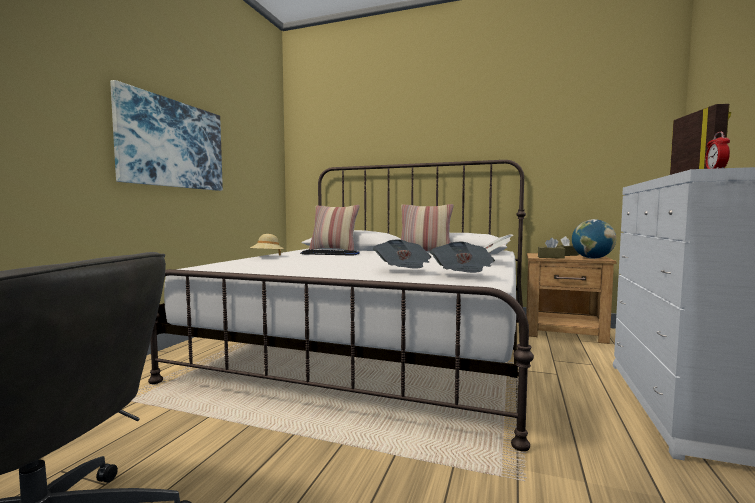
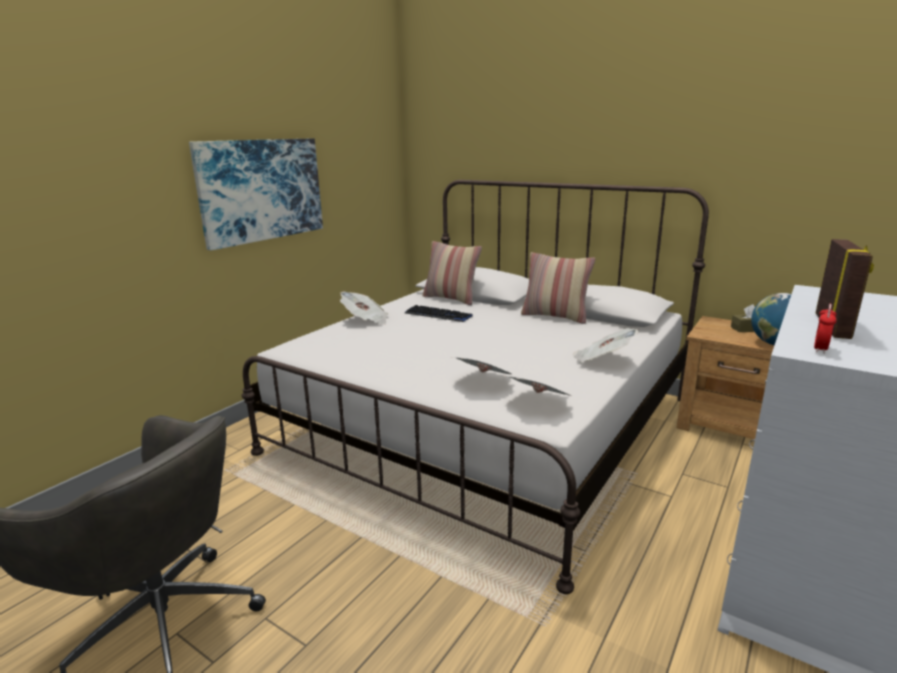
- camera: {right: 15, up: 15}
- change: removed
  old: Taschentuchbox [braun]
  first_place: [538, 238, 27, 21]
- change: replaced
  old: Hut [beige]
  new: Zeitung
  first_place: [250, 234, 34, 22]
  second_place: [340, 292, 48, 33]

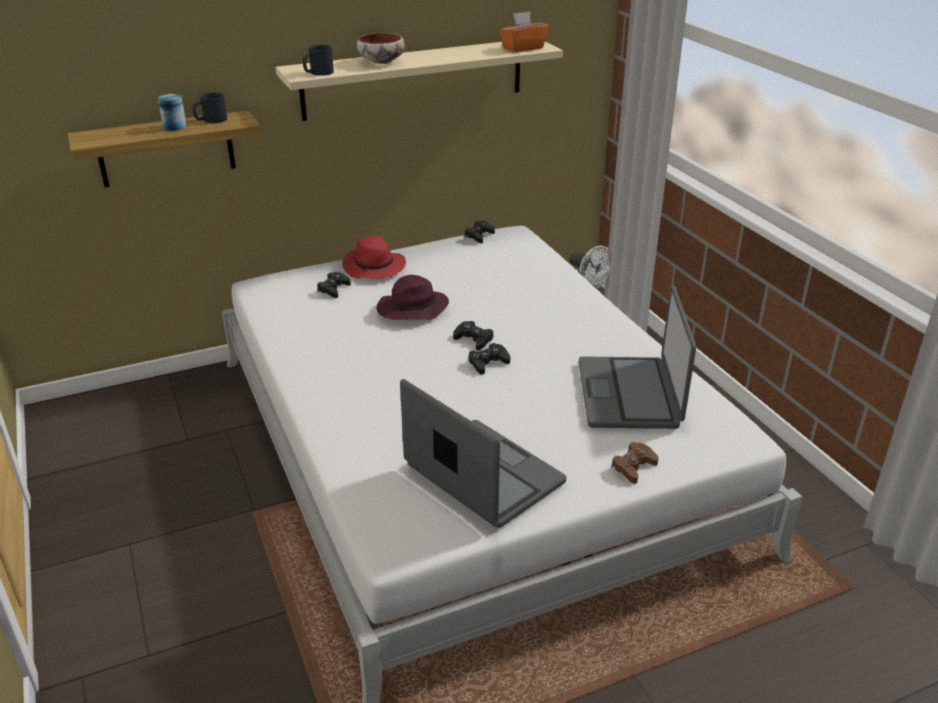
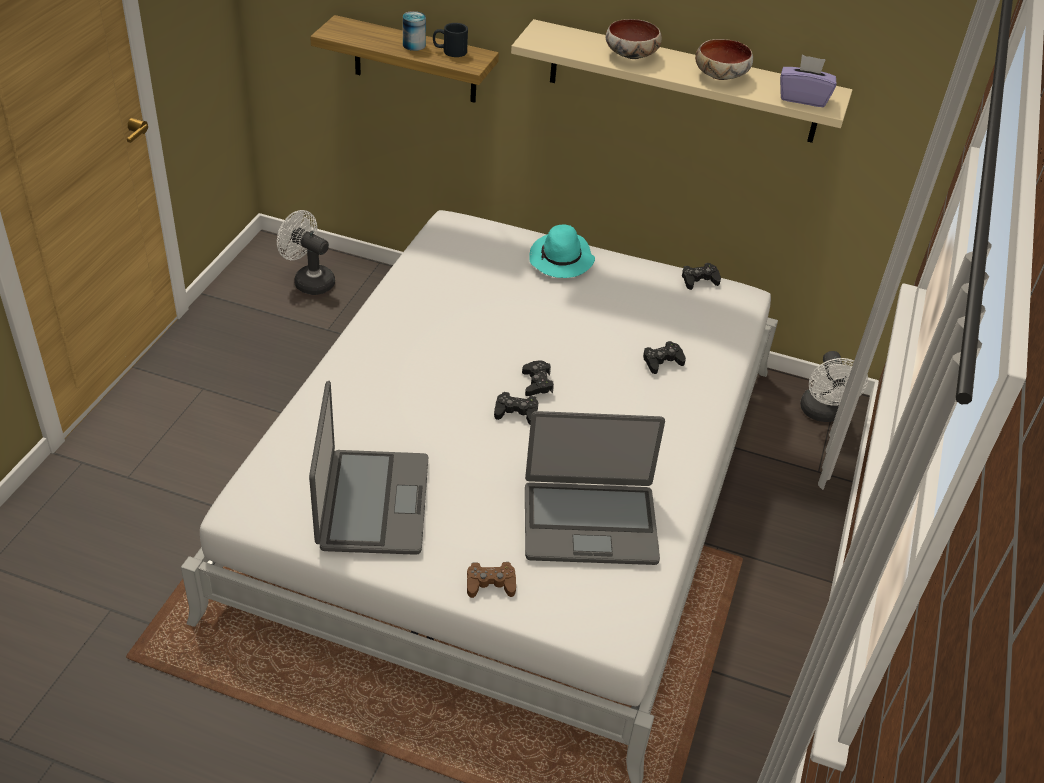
- camera: {right: 40, up: 10}
- change: removed
  old: Henkelbecher [schwarz]
  first_place: [303, 45, 31, 31]
- change: removed
  old: Hut [lila]
  first_place: [376, 275, 73, 45]
- change: added
  new: Ventilator [weiß]
  second_place: [277, 210, 58, 85]
- change: added
  new: Schüssel
  second_place: [695, 39, 58, 41]
- change: moved
  old: Gamepad [schwarz]
  first_place: [317, 272, 34, 26]
  second_place: [643, 341, 43, 33]
- change: recoloured
  old: Hut [rot]
  new: Hut [türkis]
  first_place: [342, 235, 64, 44]
  second_place: [529, 225, 66, 53]
- change: recoloured
  old: Taschentuchbox [orange]
  new: Taschentuchbox [lila]
  first_place: [499, 11, 50, 41]
  second_place: [780, 55, 57, 52]
- change: turned
  old: Laptop
  first_place: [579, 285, 117, 144]
  second_place: [525, 411, 140, 154]
  degrees: -135

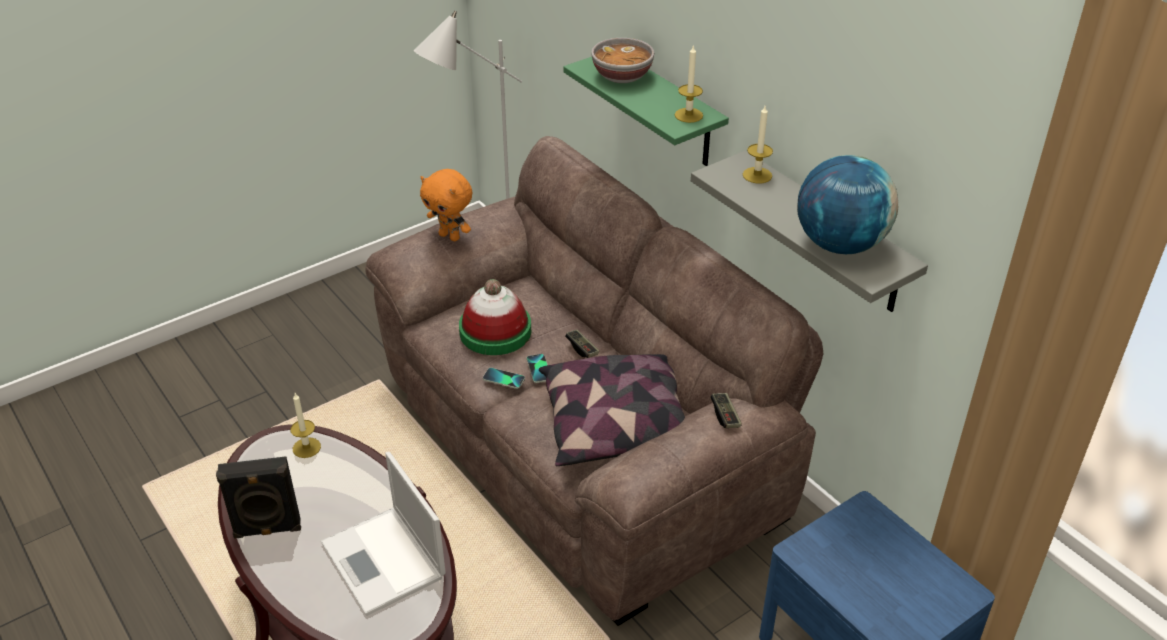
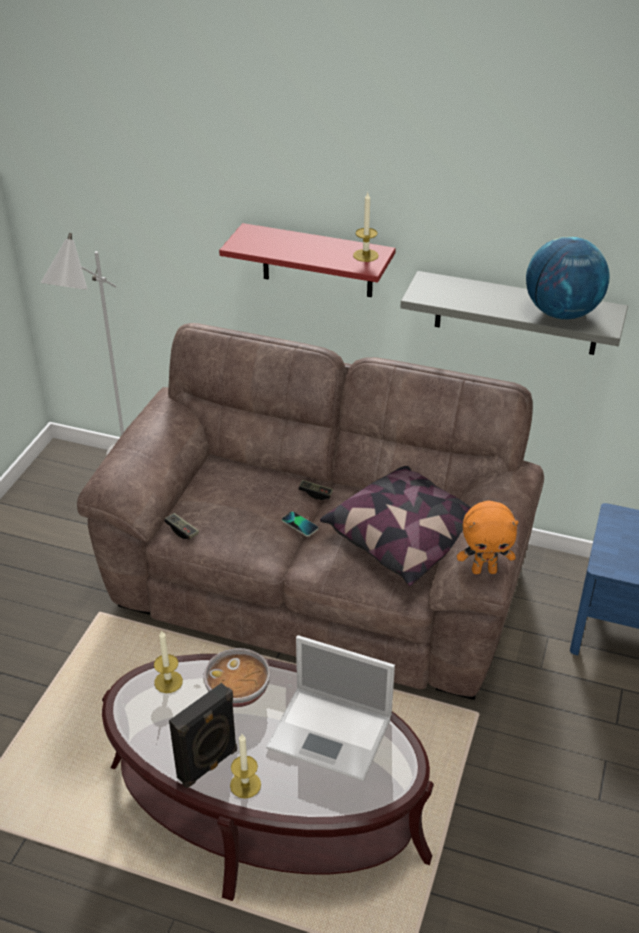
- camera: {right: -35, up: 0}
- change: removed
  old: Hut
  first_place: [459, 279, 72, 76]
- change: removed
  old: Handy
  first_place: [483, 368, 42, 21]
- change: moved
  old: Plüschtier [orange]
  first_place: [420, 169, 52, 72]
  second_place: [457, 501, 62, 73]
- change: moved
  old: Schüssel
  first_place: [591, 38, 63, 45]
  second_place: [204, 648, 66, 59]
- change: moved
  old: Gamepad
  first_place: [710, 393, 32, 35]
  second_place: [164, 513, 35, 26]
- change: moved
  old: Kerze
  first_place: [743, 106, 30, 77]
  second_place: [230, 734, 31, 65]
- change: recoloured
  old: Wandregal [grün]
  new: Wandregal [rot]
  first_place: [563, 57, 166, 109]
  second_place: [219, 223, 177, 74]

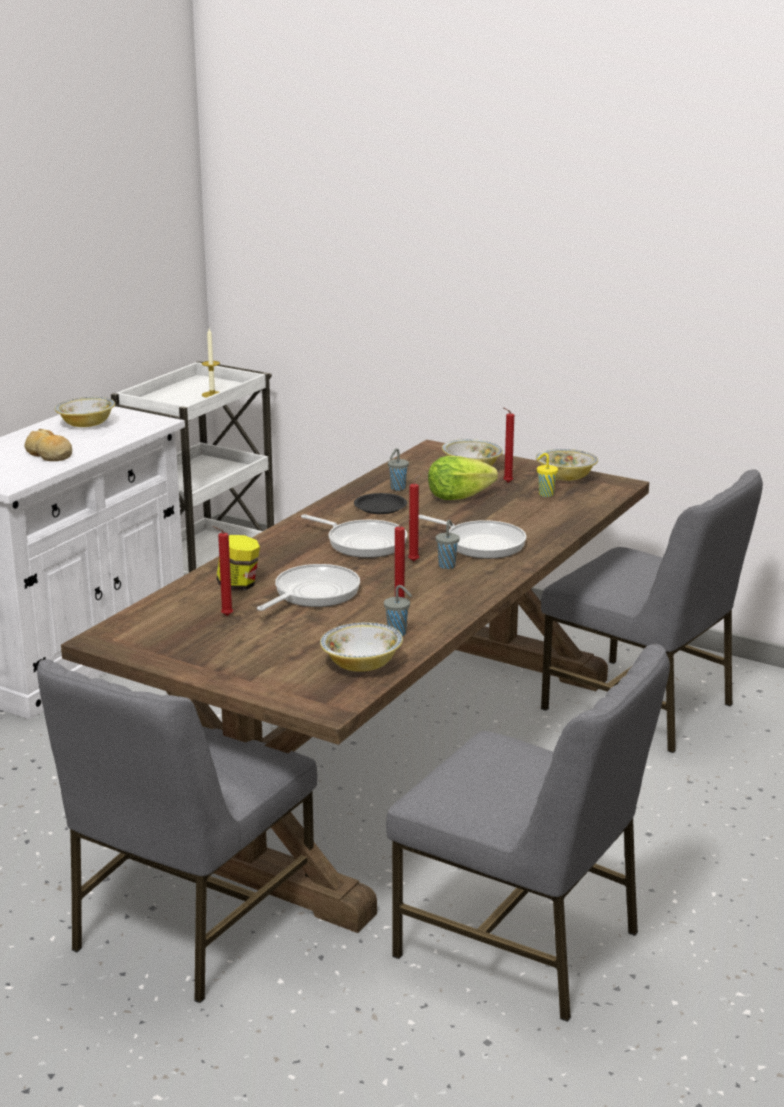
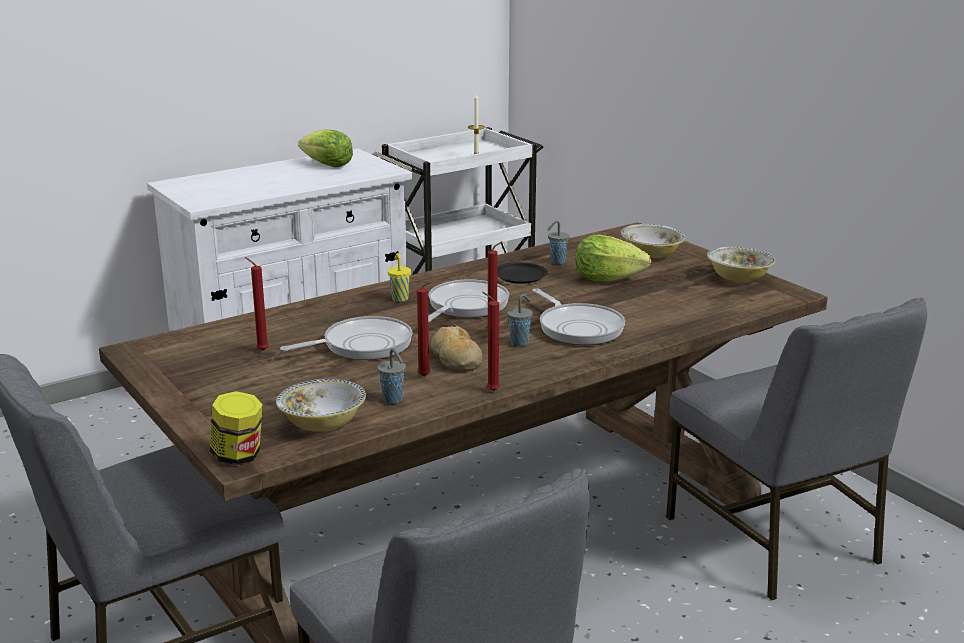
- camera: {right: 25, up: 0}
- change: moved
  old: Brot
  first_place: [25, 429, 47, 32]
  second_place: [431, 324, 51, 48]
- change: moved
  old: Vorratsglas
  first_place: [216, 535, 44, 55]
  second_place: [210, 391, 53, 74]
- change: moved
  old: Kerze [rot]
  first_place: [503, 407, 11, 76]
  second_place: [482, 292, 18, 99]
- change: moved
  old: Tasse [gelb]
  first_place: [537, 453, 21, 44]
  second_place: [388, 253, 23, 49]
- change: replaced
  old: Schüssel
  new: Salatkopf
  first_place: [55, 397, 60, 30]
  second_place: [298, 129, 55, 38]
- change: turned
  old: Pfanne
  first_place: [301, 514, 106, 44]
  second_place: [428, 279, 81, 43]
  degrees: -120

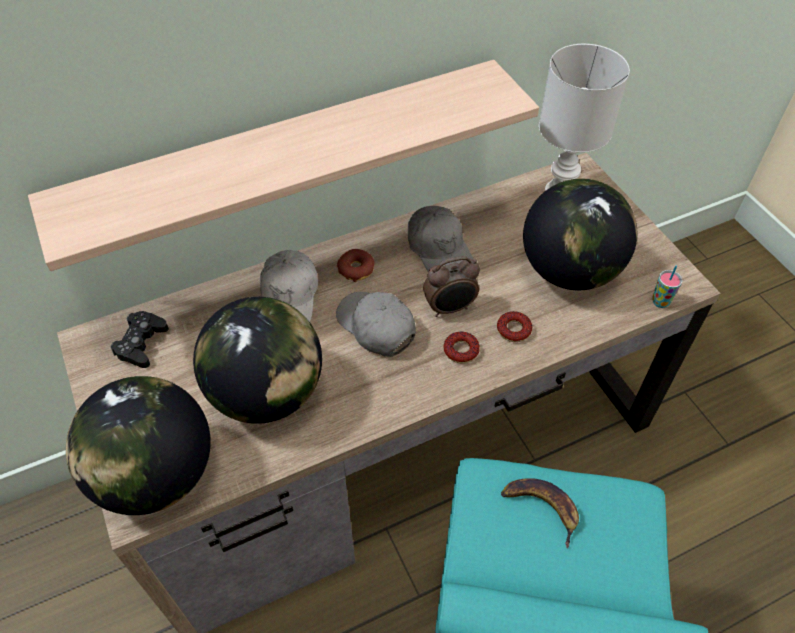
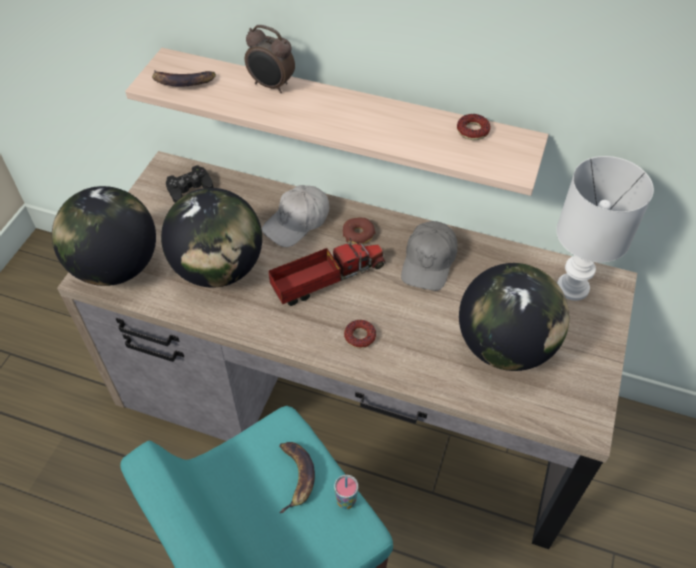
- camera: {right: 45, up: 0}
- change: added
  new: Banane
  second_place: [152, 70, 64, 17]
- change: moved
  old: Wecker
  first_place: [423, 256, 57, 61]
  second_place: [245, 25, 50, 68]
- change: moved
  old: Donut
  first_place: [497, 311, 35, 31]
  second_place: [457, 114, 34, 26]
- change: moved
  old: Tasse
  first_place: [652, 266, 30, 42]
  second_place: [334, 475, 24, 34]
- change: replaced
  old: Kappe [grau]
  new: Spielzeuglaster
  first_place: [336, 292, 80, 65]
  second_place: [268, 238, 117, 68]

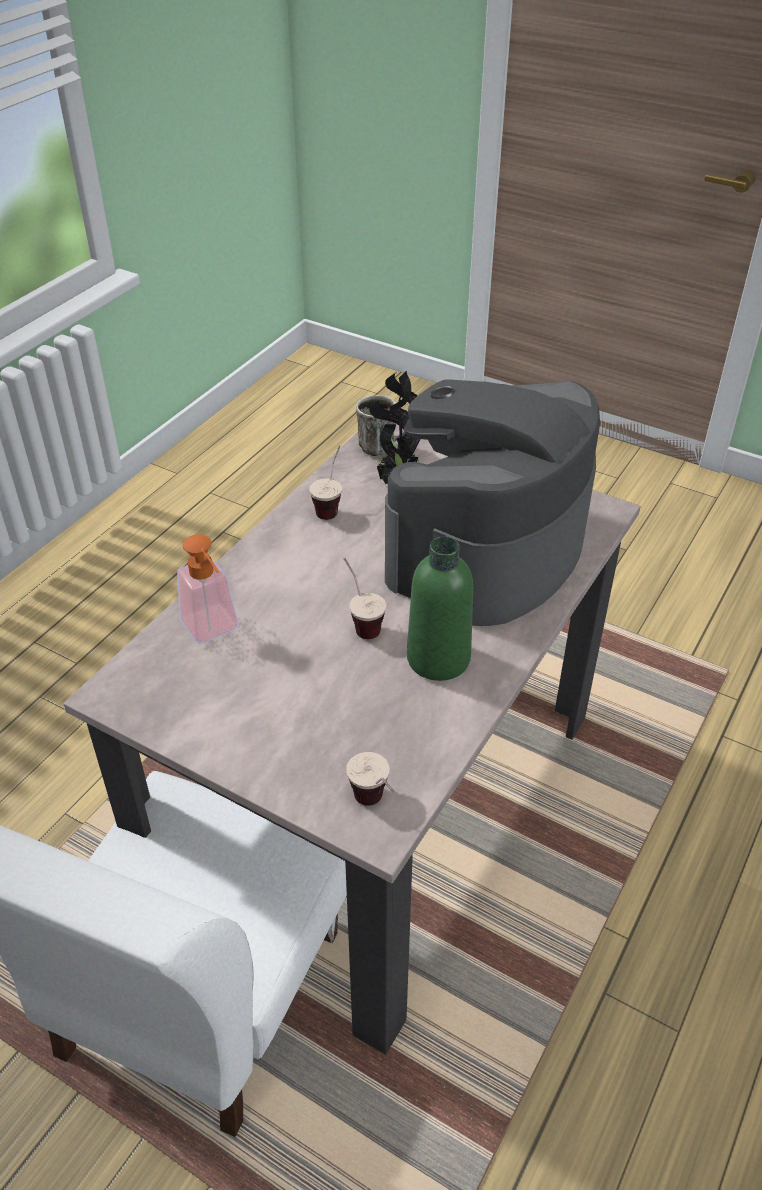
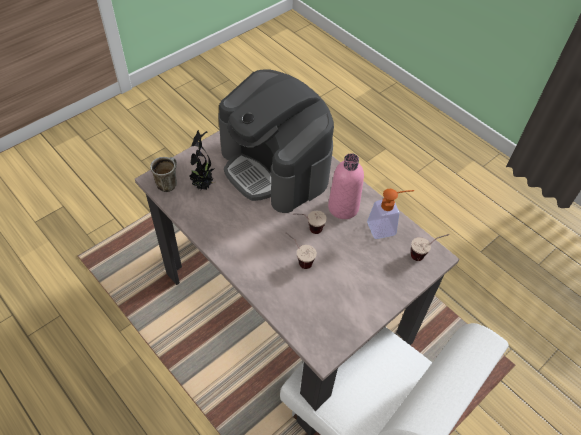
- camera: {right: -75, up: 10}
- change: moved
  old: Seifenspender
  first_place: [177, 534, 62, 110]
  second_place: [367, 189, 47, 50]
- change: moved
  old: Tasse
  first_place: [309, 446, 33, 74]
  second_place: [285, 232, 32, 37]
- change: recoloured
  old: Flasche [grün]
  new: Flasche [rosa]
  first_place: [407, 536, 66, 145]
  second_place: [328, 153, 36, 66]

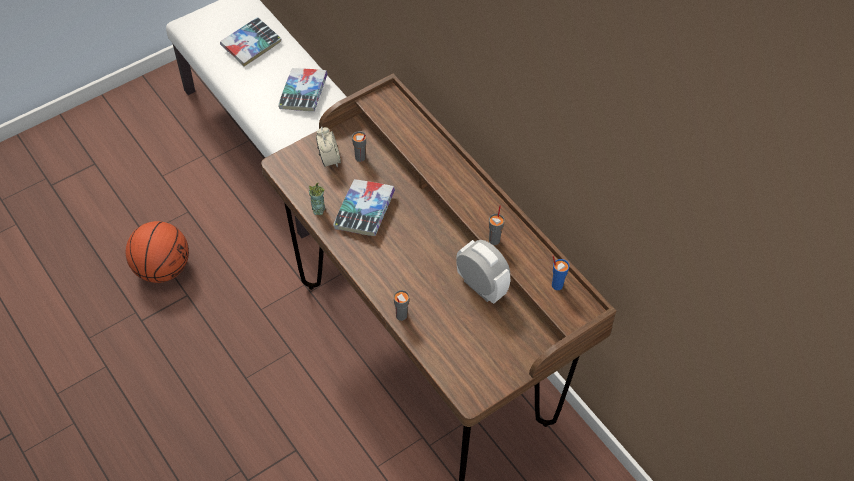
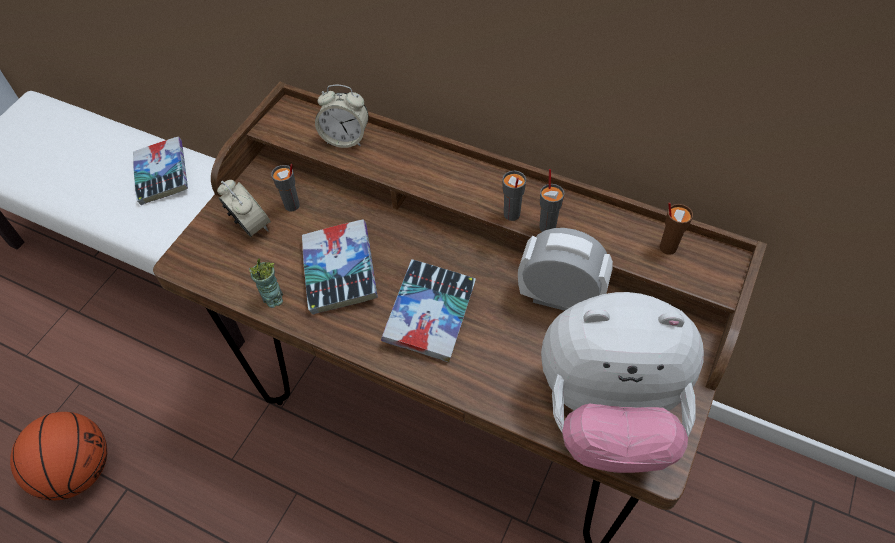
- camera: {right: -25, up: 0}
- change: added
  new: Wecker
  second_place: [315, 84, 54, 64]
- change: added
  new: Plüschtier
  second_place: [541, 292, 163, 181]
- change: moved
  old: Buch
  first_place: [220, 17, 61, 50]
  second_place: [381, 259, 95, 104]
- change: moved
  old: Tasse [grau]
  first_place: [394, 290, 15, 31]
  second_place: [502, 171, 24, 50]
- change: recoloured
  old: Tasse [blau]
  new: Tasse [braun]
  first_place: [552, 255, 17, 35]
  second_place: [660, 202, 33, 53]

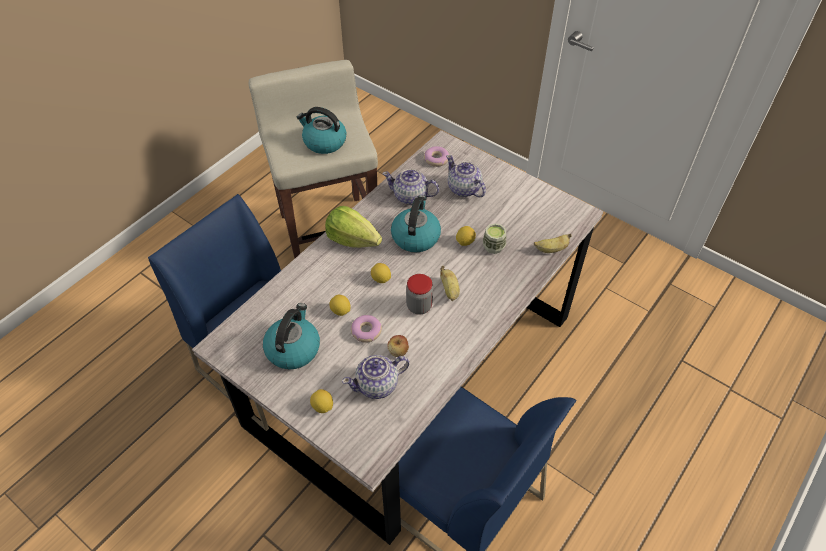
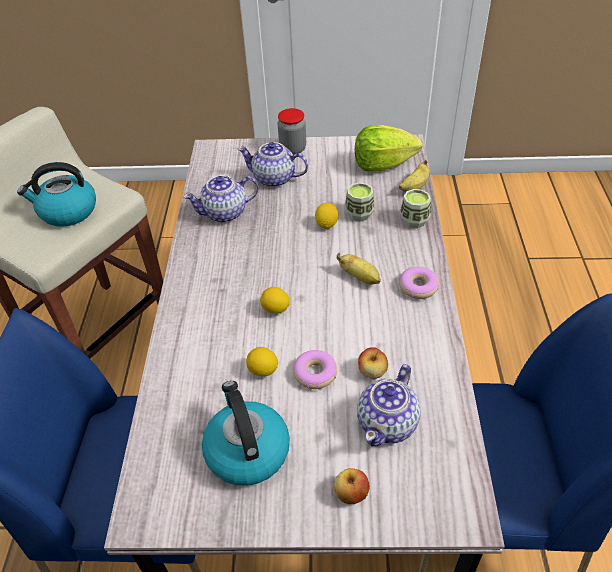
- camera: {right: -35, up: -5}
- change: removed
  old: Wasserkessel
  first_place: [391, 195, 50, 57]
- change: added
  new: Tasse
  second_place: [400, 189, 31, 39]
- change: moved
  old: Salatkopf
  first_place: [325, 206, 57, 42]
  second_place: [355, 125, 67, 47]
- change: moved
  old: Vorratsglas
  first_place: [406, 274, 27, 40]
  second_place: [277, 108, 29, 47]
- change: moved
  old: Donut
  first_place: [424, 146, 25, 21]
  second_place: [399, 266, 40, 33]
- change: replaced
  old: Zitrone
  new: Apfel
  first_place: [310, 389, 23, 24]
  second_place: [334, 468, 36, 36]

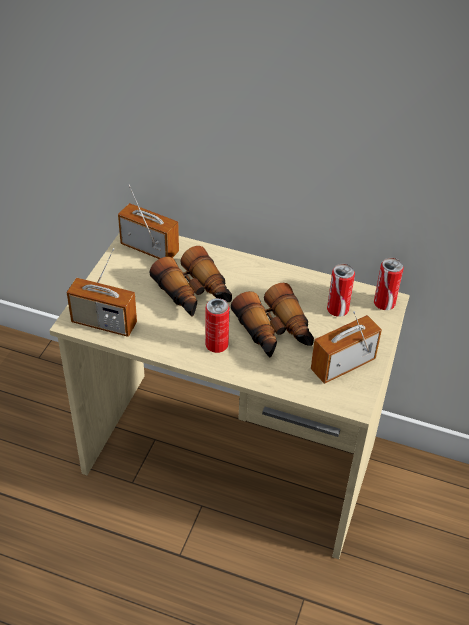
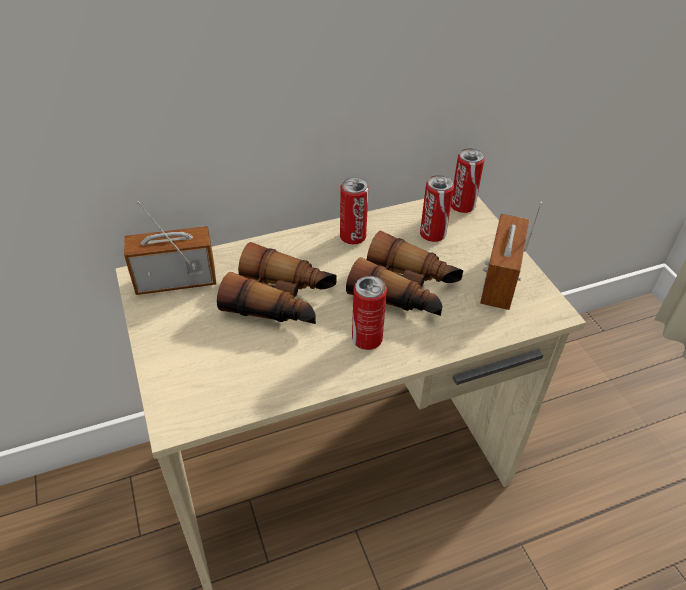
- camera: {right: -40, up: 0}
- change: removed
  old: Radio
  first_place: [67, 248, 70, 89]
- change: added
  new: Dose
  second_place: [340, 177, 29, 67]

